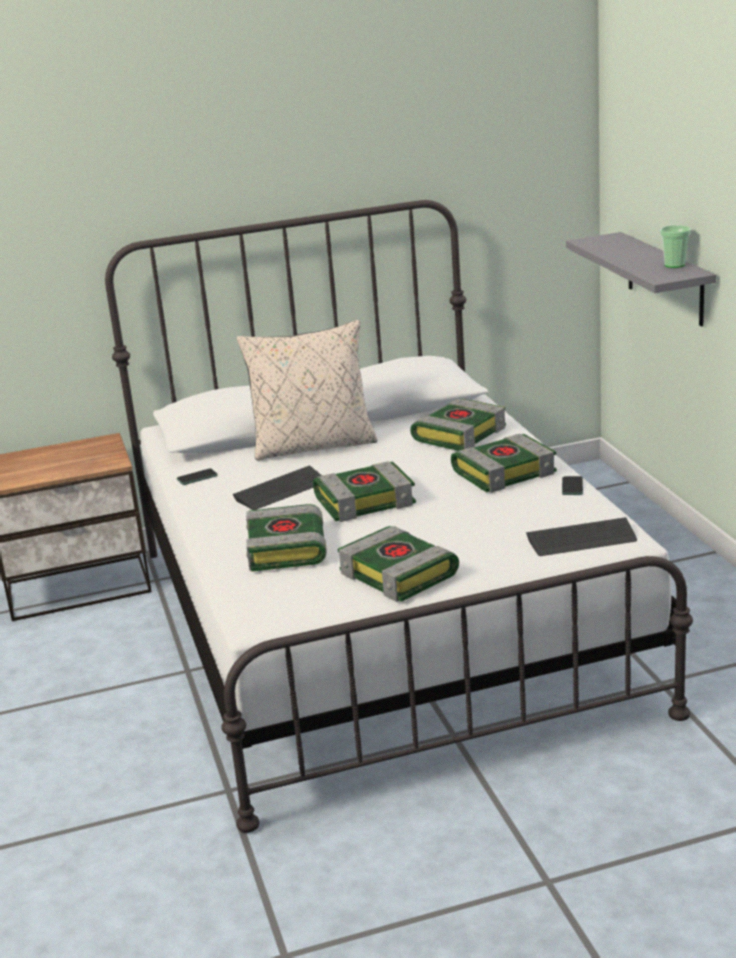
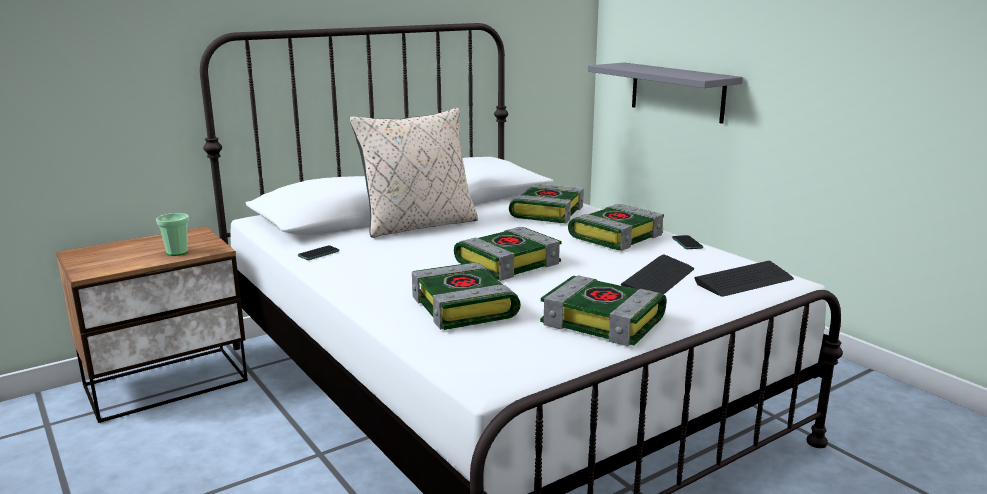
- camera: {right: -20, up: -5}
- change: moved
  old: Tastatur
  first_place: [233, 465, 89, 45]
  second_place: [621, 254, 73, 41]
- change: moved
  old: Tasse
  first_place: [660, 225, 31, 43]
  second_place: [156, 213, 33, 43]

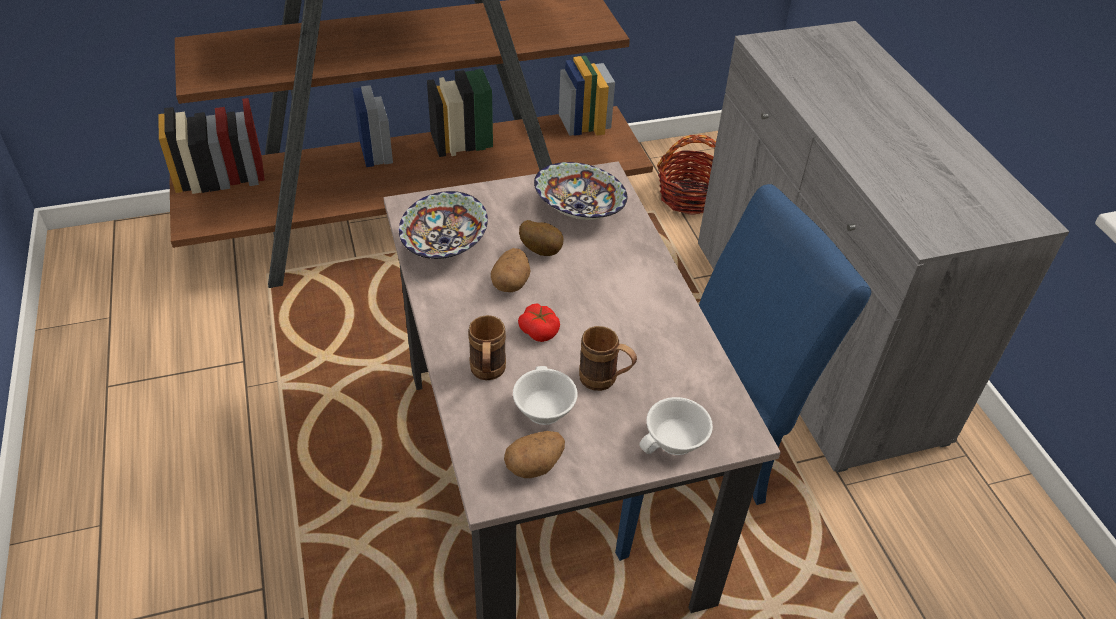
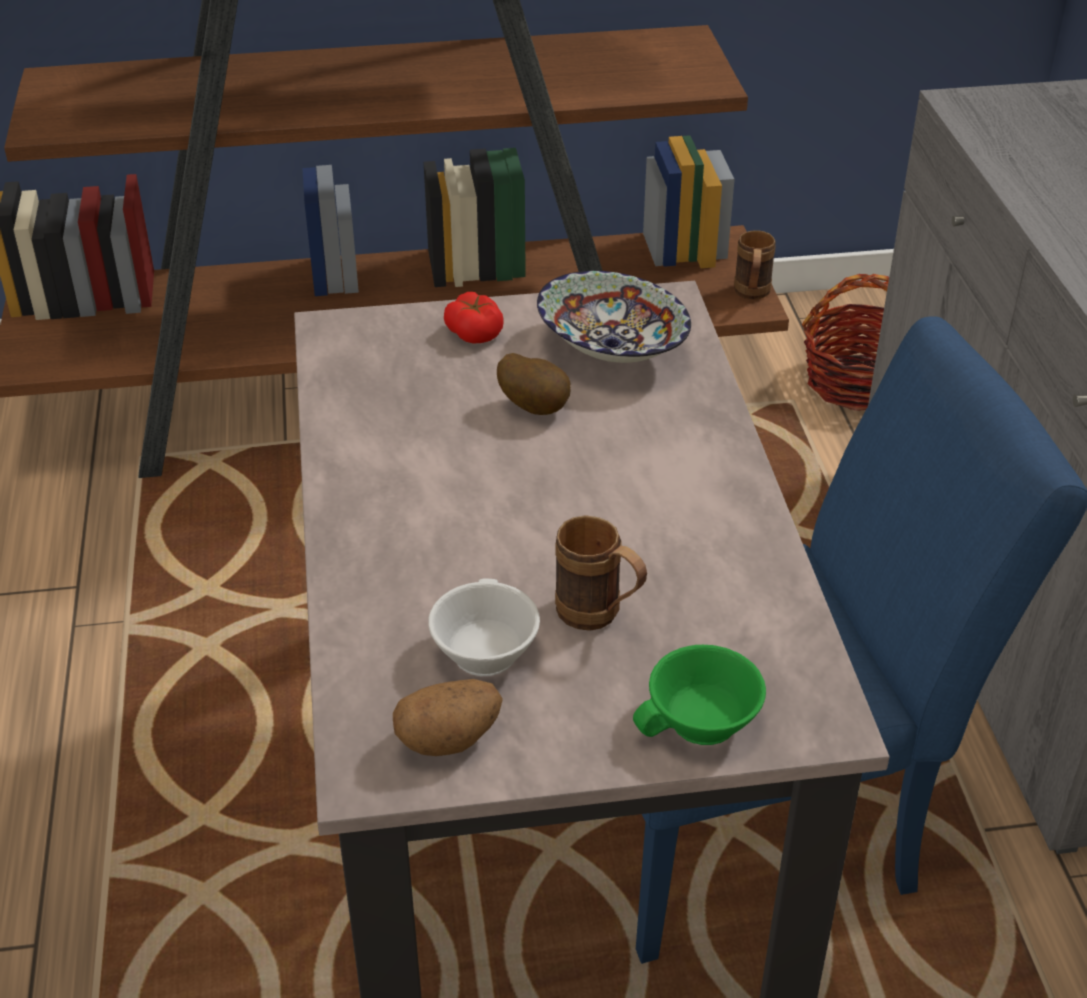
- camera: {right: 10, up: -5}
- change: removed
  old: Schüssel
  first_place: [399, 191, 89, 68]
- change: removed
  old: Kartoffel
  first_place: [491, 248, 40, 44]
- change: moved
  old: Henkelbecher [braun]
  first_place: [468, 315, 38, 65]
  second_place: [734, 230, 42, 69]
- change: moved
  old: Tomate
  first_place: [518, 303, 42, 39]
  second_place: [444, 292, 60, 52]
- change: recoloured
  old: Tasse [weiß]
  new: Tasse [grün]
  first_place: [639, 397, 74, 58]
  second_place: [633, 645, 133, 100]

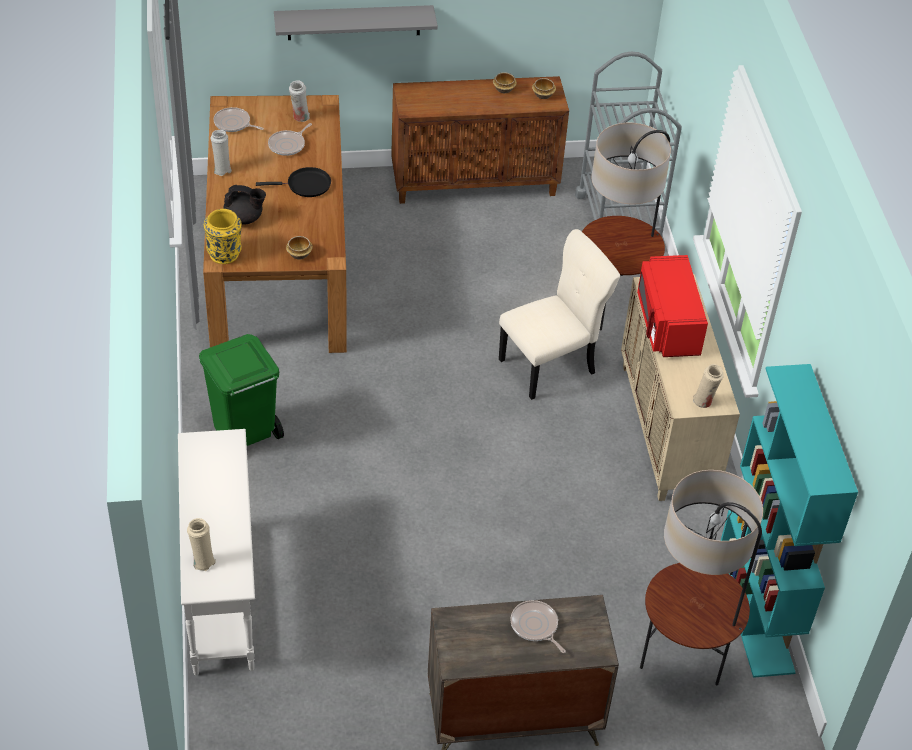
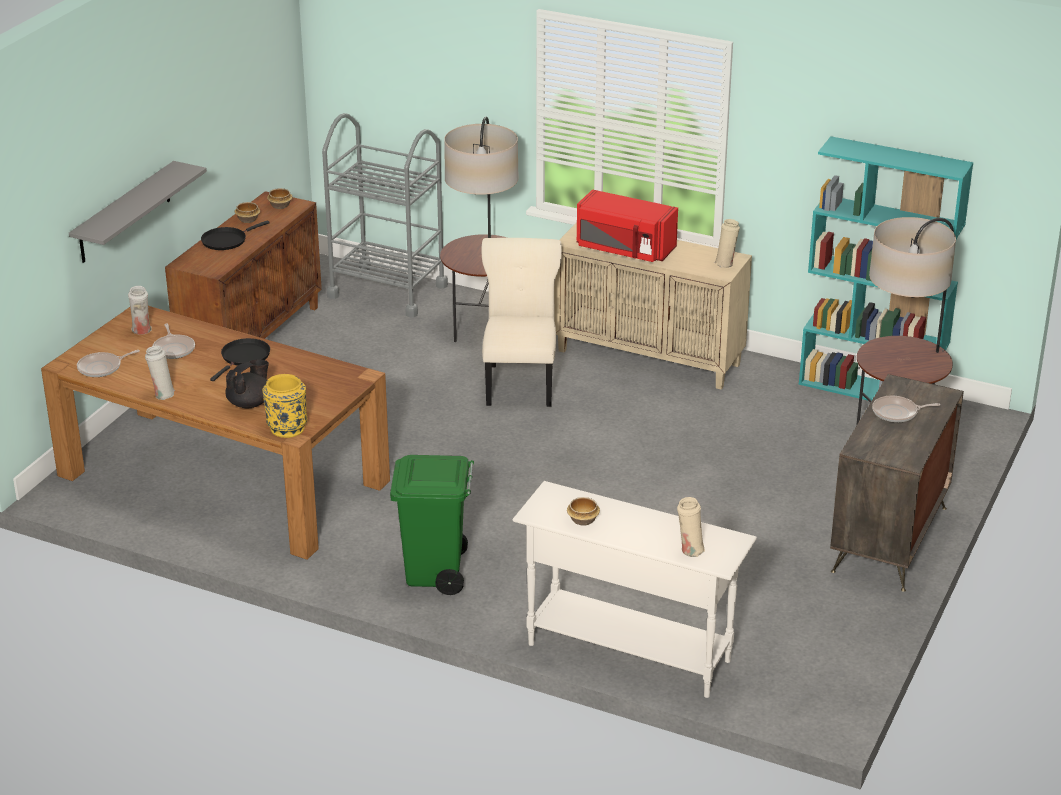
- camera: {right: -55, up: -15}
- change: added
  new: Pfanne [schwarz]
  second_place: [201, 221, 69, 29]
- change: moved
  old: Schüssel
  first_place: [286, 236, 27, 24]
  second_place: [567, 497, 33, 29]

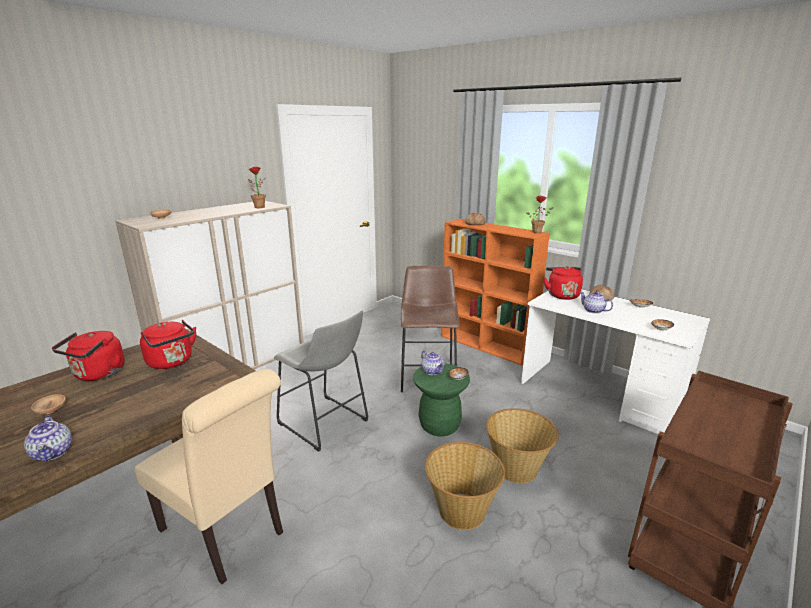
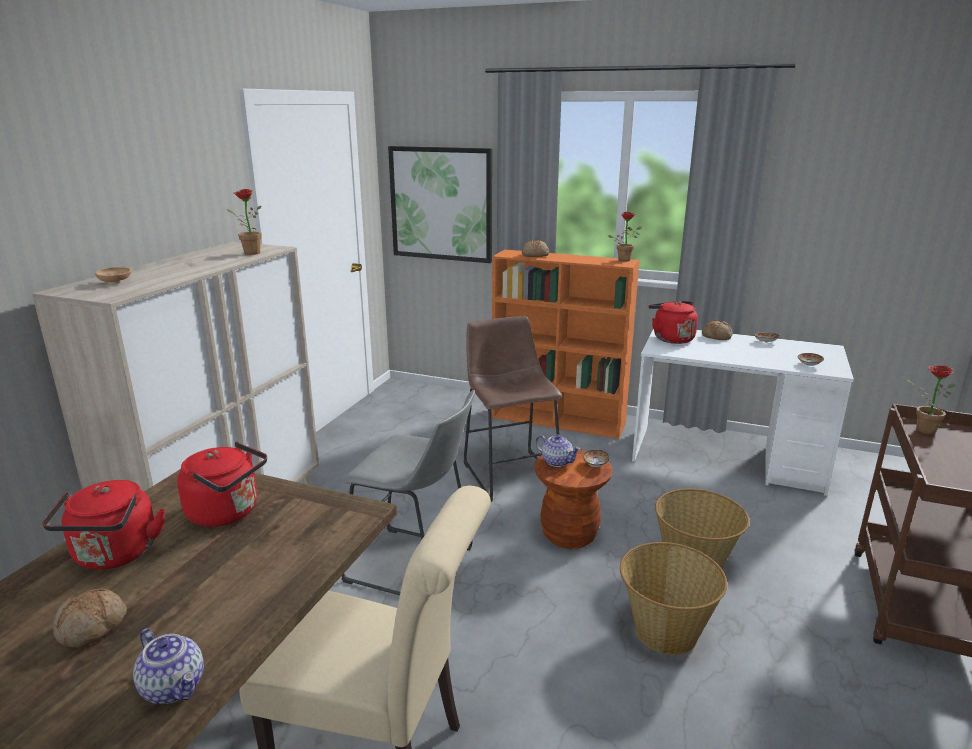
- camera: {right: -20, up: 0}
- change: removed
  old: Teekanne
  first_place: [579, 291, 34, 23]
- change: added
  new: Bild
  second_place: [388, 146, 104, 117]
- change: added
  new: Topfpflanze
  second_place: [907, 365, 47, 70]
- change: replaced
  old: Schüssel [braun]
  new: Brot
  first_place: [31, 394, 35, 20]
  second_place: [53, 589, 74, 59]
- change: recoloured
  old: Hocker [grün]
  new: Hocker [braun]
  first_place: [413, 364, 57, 73]
  second_place: [534, 450, 79, 99]

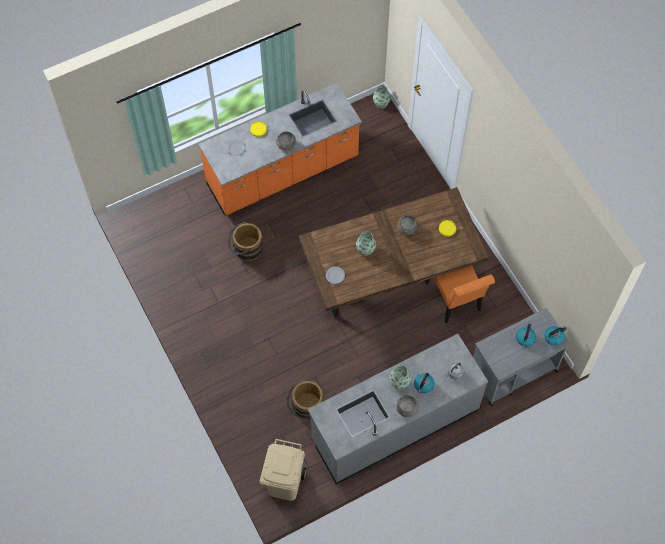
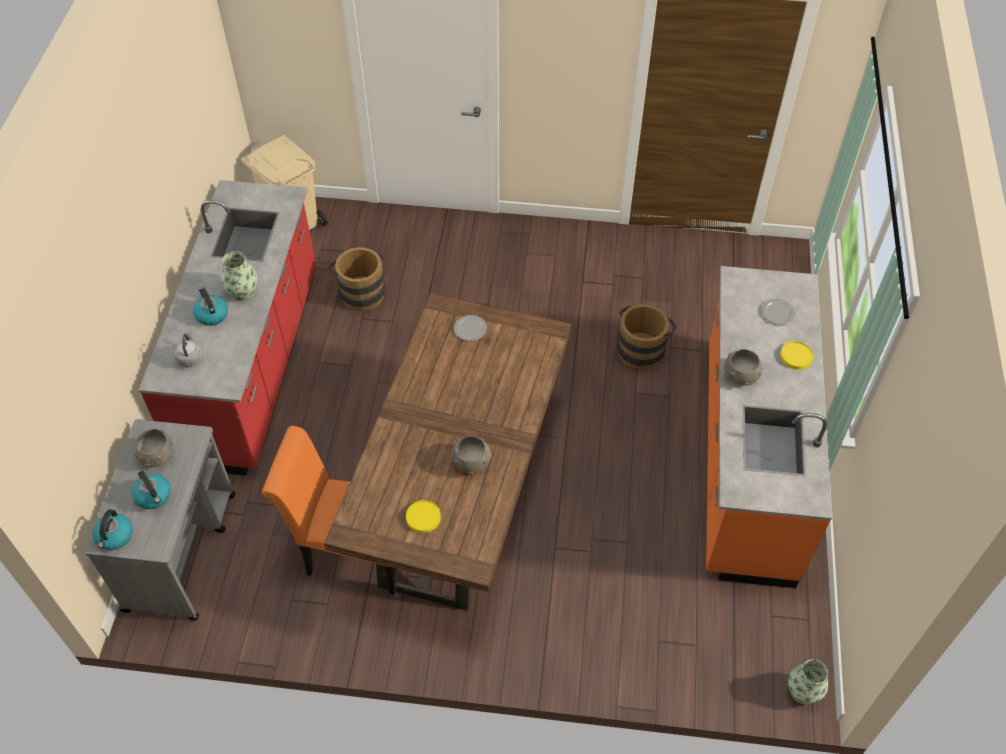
- camera: {right: 125, up: -10}
- change: removed
  old: Vase
  first_place: [356, 231, 20, 25]
- change: moved
  old: Schüssel [grau]
  first_place: [397, 395, 22, 22]
  second_place: [133, 429, 41, 38]
- change: recoloured
  old: Küchenzeile [grau]
  new: Küchenzeile [rot]
  first_place: [308, 334, 180, 150]
  second_place: [139, 180, 177, 296]

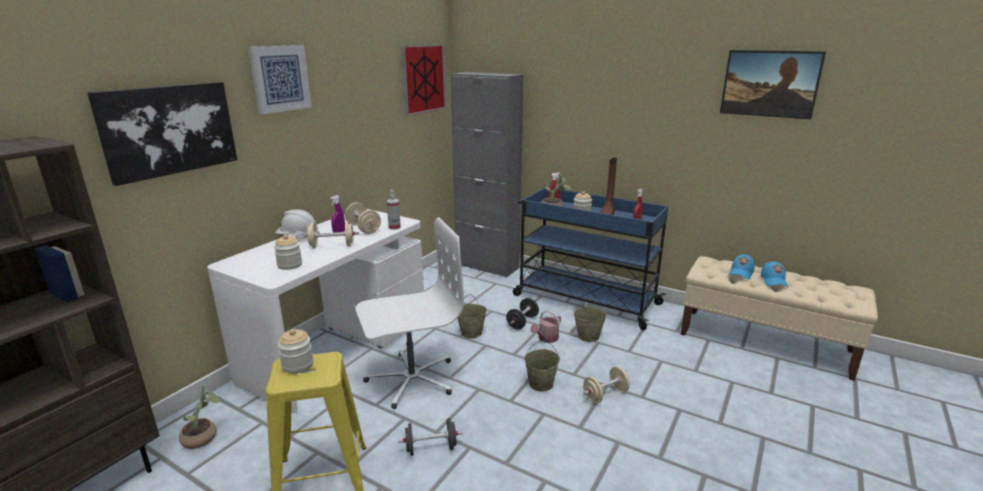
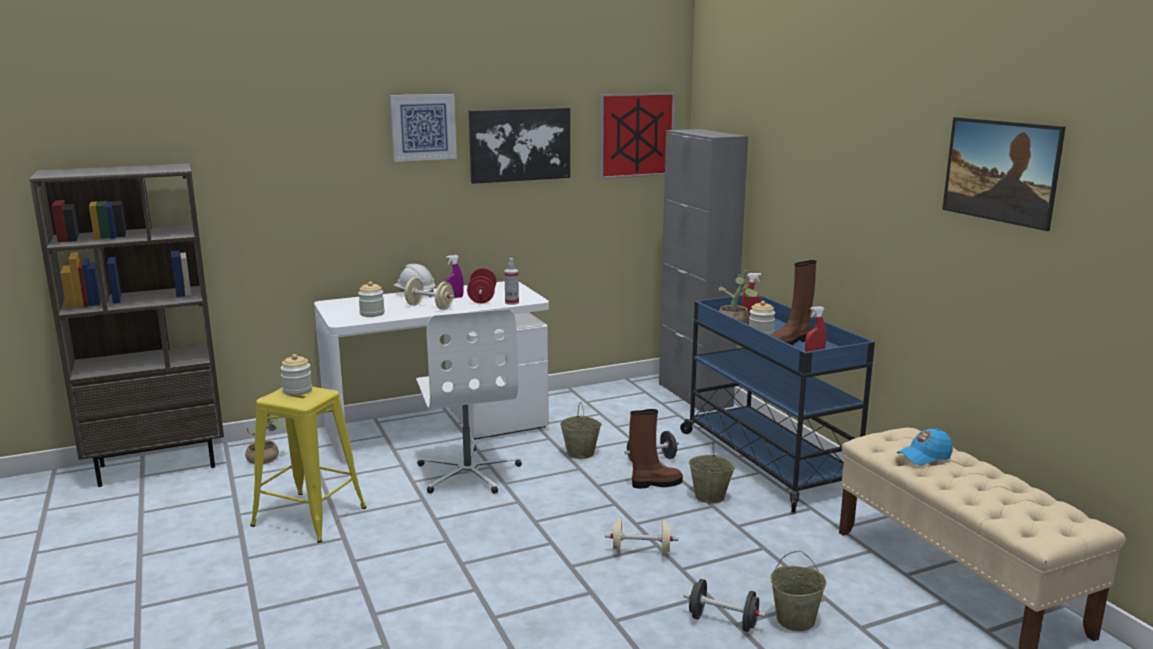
- camera: {right: 35, up: -5}
- change: removed
  old: Kappe [blau]
  first_place: [761, 261, 27, 26]
- change: moved
  old: Bild
  first_place: [87, 82, 150, 104]
  second_place: [469, 108, 101, 76]
- change: moved
  old: Hantel [schwarz]
  first_place: [398, 418, 64, 38]
  second_place: [683, 579, 83, 53]
- change: moved
  old: Eimer [beige]
  first_place: [524, 340, 36, 52]
  second_place: [771, 551, 56, 80]
- change: replaced
  old: Gießkanne
  new: Stiefel [braun]
  first_place: [530, 310, 31, 33]
  second_place: [629, 409, 54, 80]
- change: recoloured
  old: Hantel [beige]
  new: Hantel [rot]
  first_place: [345, 202, 36, 32]
  second_place: [467, 268, 29, 35]
- change: turned
  old: Bürostuhl [weiß]
  first_place: [355, 217, 109, 192]
  second_place: [416, 309, 106, 185]
  degrees: 60

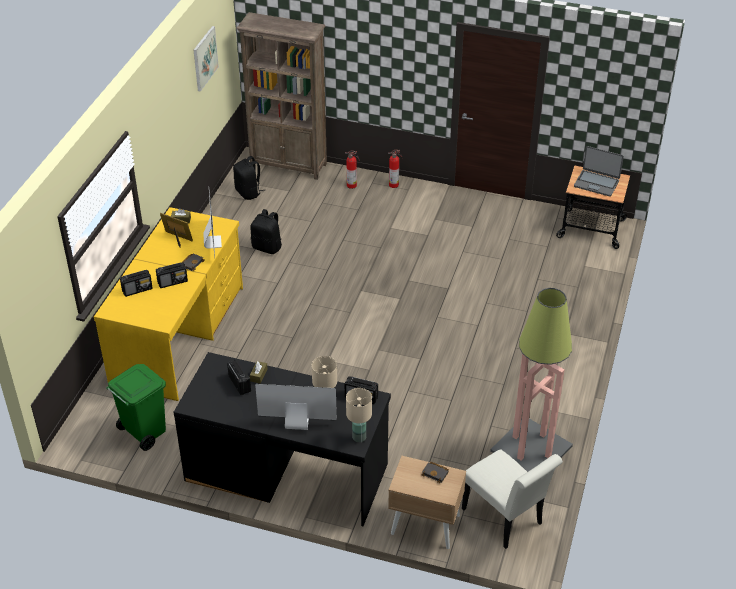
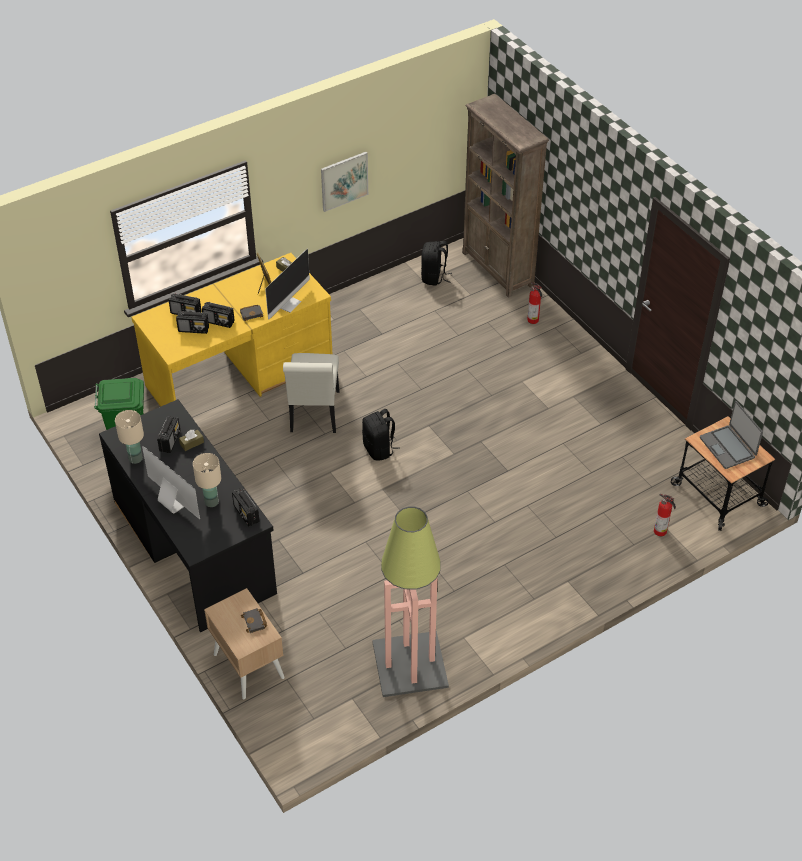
- camera: {right: 40, up: 5}
- change: added
  new: Radio
  second_place: [176, 311, 33, 23]
- change: moved
  old: Bild
  first_place: [194, 26, 25, 66]
  second_place: [321, 152, 47, 60]
- change: moved
  old: Rucksack [schwarz]
  first_place: [250, 209, 32, 45]
  second_place: [362, 409, 38, 51]
- change: moved
  old: Tischlampe [beige]
  first_place: [346, 388, 26, 54]
  second_place: [115, 410, 29, 54]
- change: moved
  old: Feuerlöscher
  first_place: [388, 150, 14, 38]
  second_place: [654, 494, 22, 42]
- change: moved
  old: Stuhl [weiß]
  first_place: [462, 449, 101, 100]
  second_place: [283, 353, 57, 80]

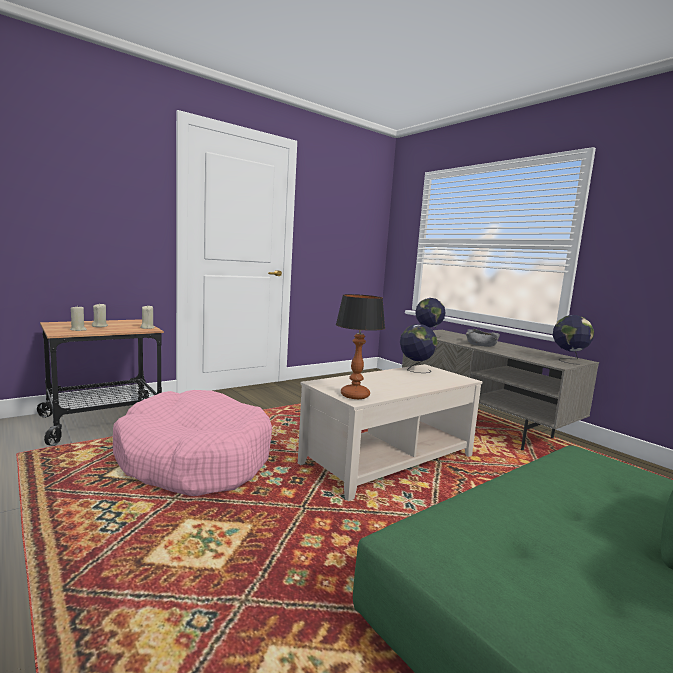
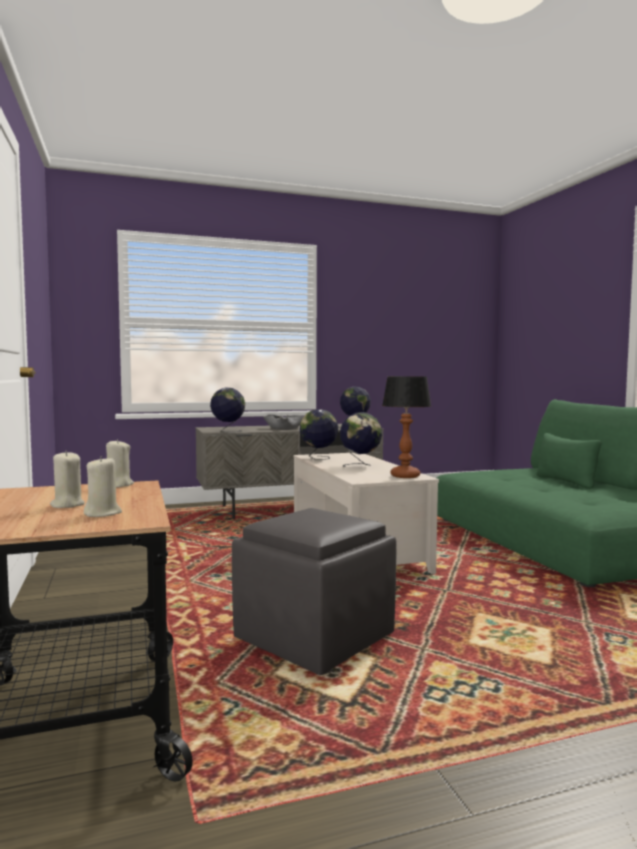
- camera: {right: -70, up: -5}
- change: added
  new: Globus
  second_place: [340, 412, 42, 55]
- change: replaced
  old: Hundebett [rosa]
  new: Polsterhocker [grau]
  first_place: [113, 390, 159, 106]
  second_place: [232, 508, 164, 167]

